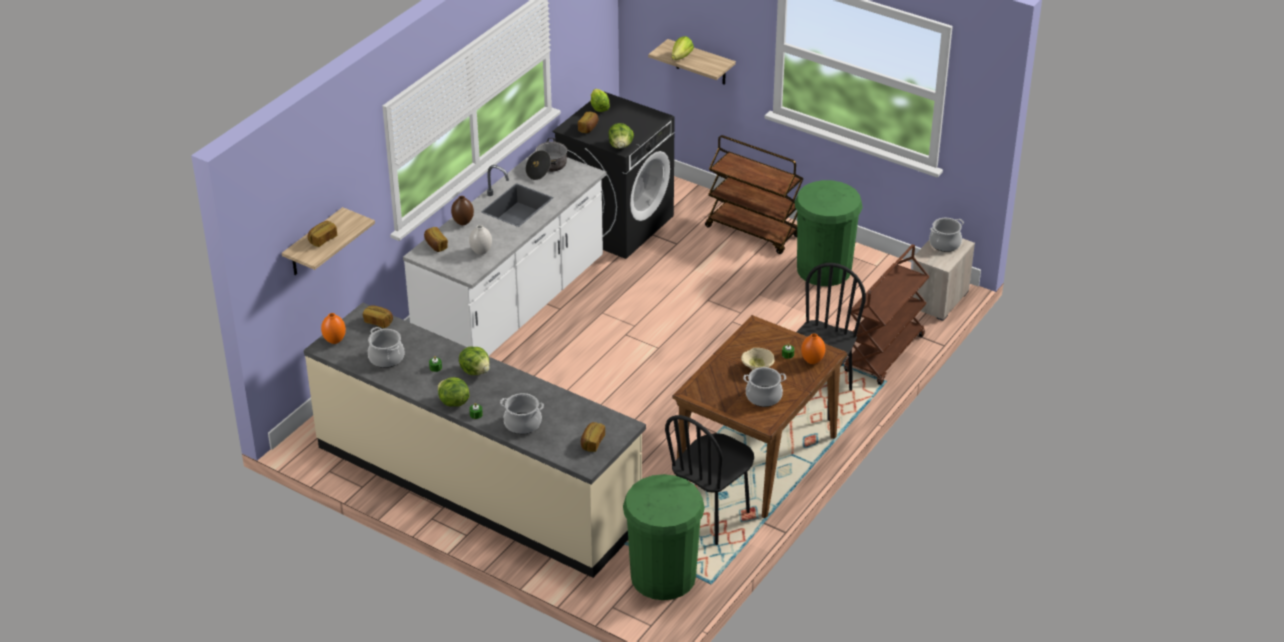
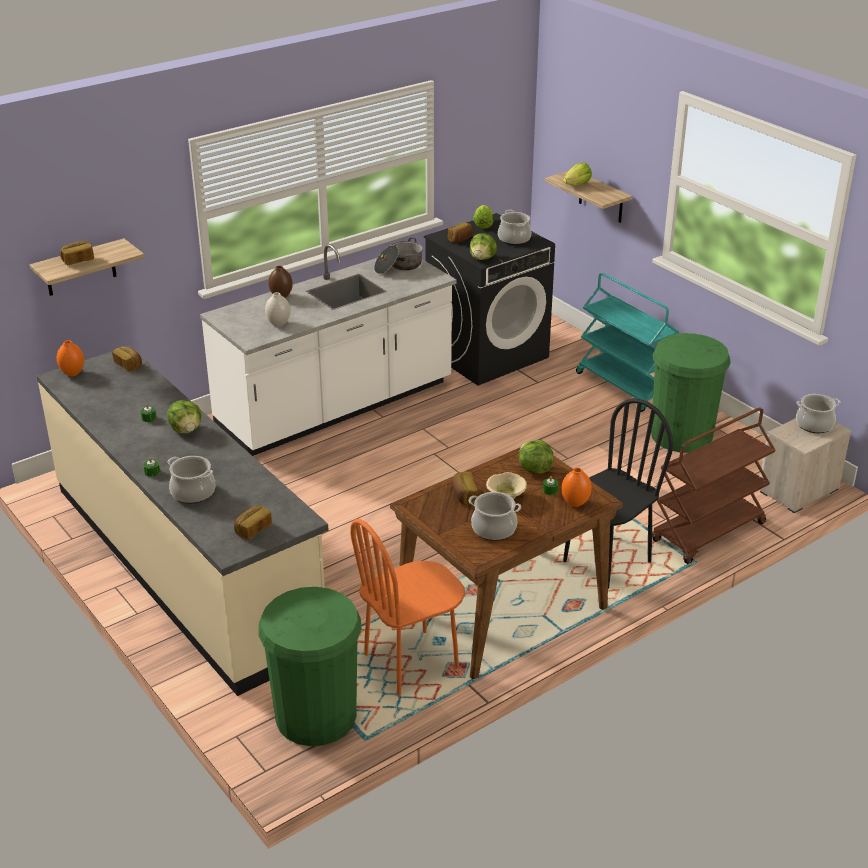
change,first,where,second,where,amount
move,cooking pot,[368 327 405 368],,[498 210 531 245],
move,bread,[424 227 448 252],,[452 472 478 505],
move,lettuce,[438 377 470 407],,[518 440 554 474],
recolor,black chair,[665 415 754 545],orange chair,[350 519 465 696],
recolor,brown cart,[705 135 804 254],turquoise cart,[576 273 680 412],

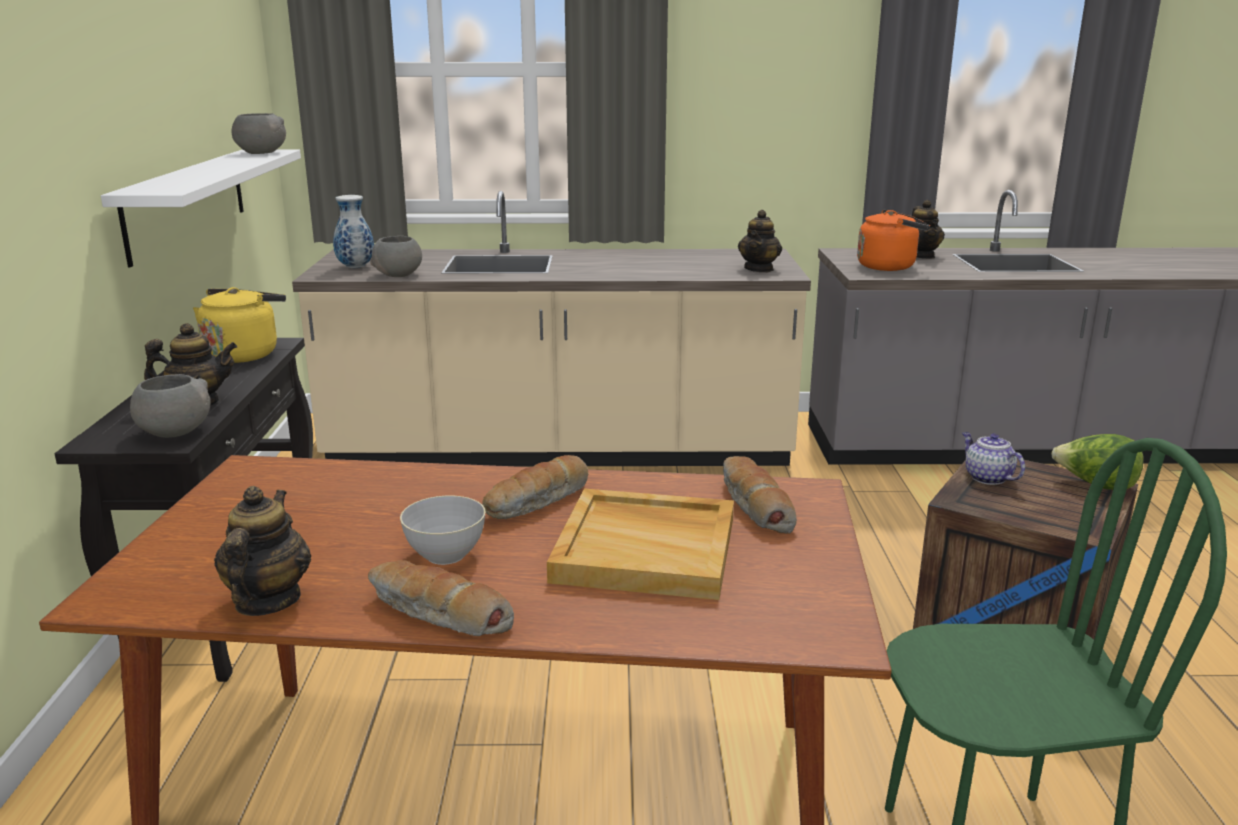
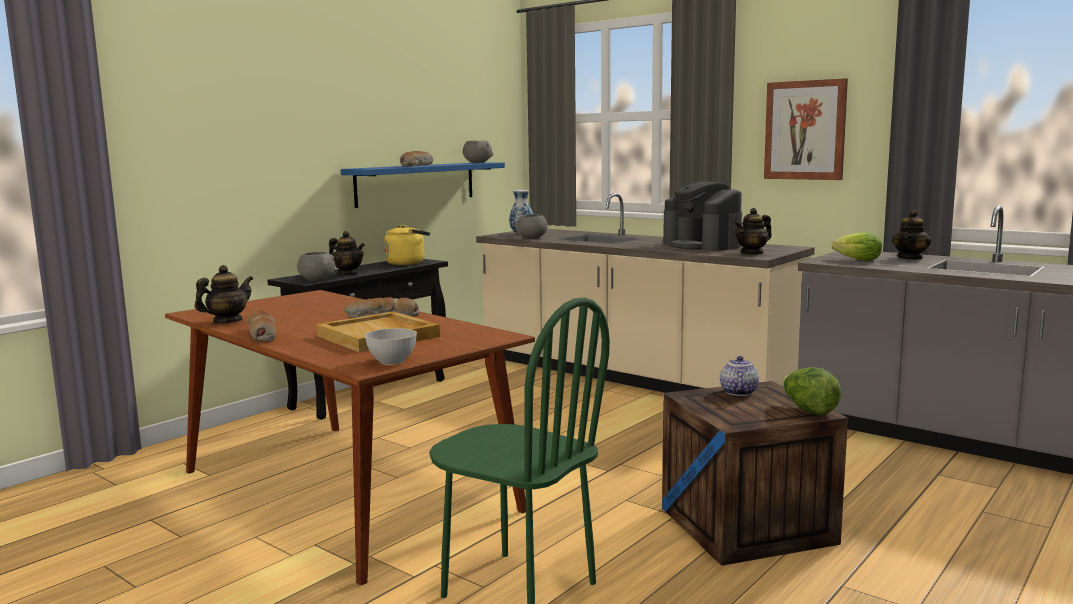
change,first,where,second,where,amount
insert,,,coffee machine,[663 181 742 251],
insert,,,picture,[764 78 848 180],
move,grey bowl,[400 496 486 565],,[365 328 417 365],
move,bread,[723 456 797 534],,[400 151 433 167],
replace,orange kettle,[857 210 930 271],lettuce,[832 233 882 261],
recolor,white shelf,[101 149 301 268],blue shelf,[341 162 505 208],

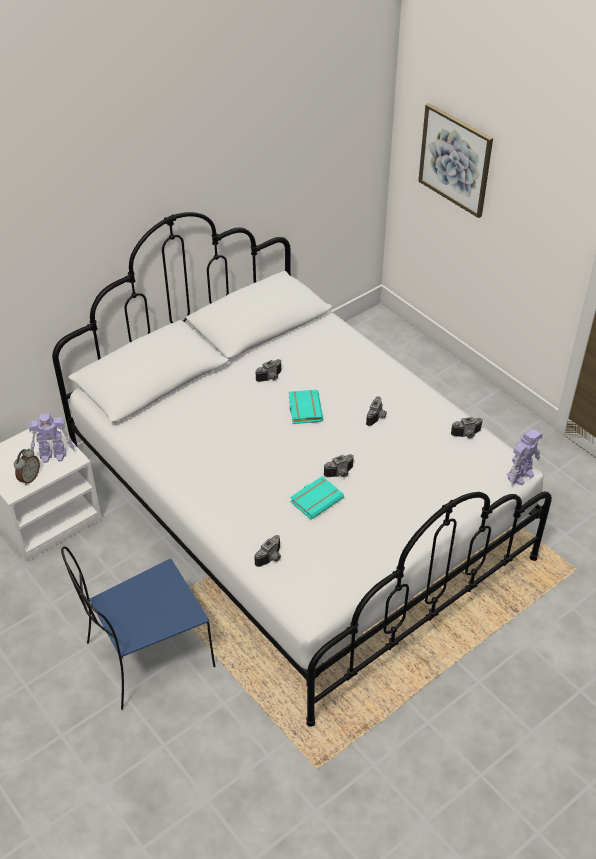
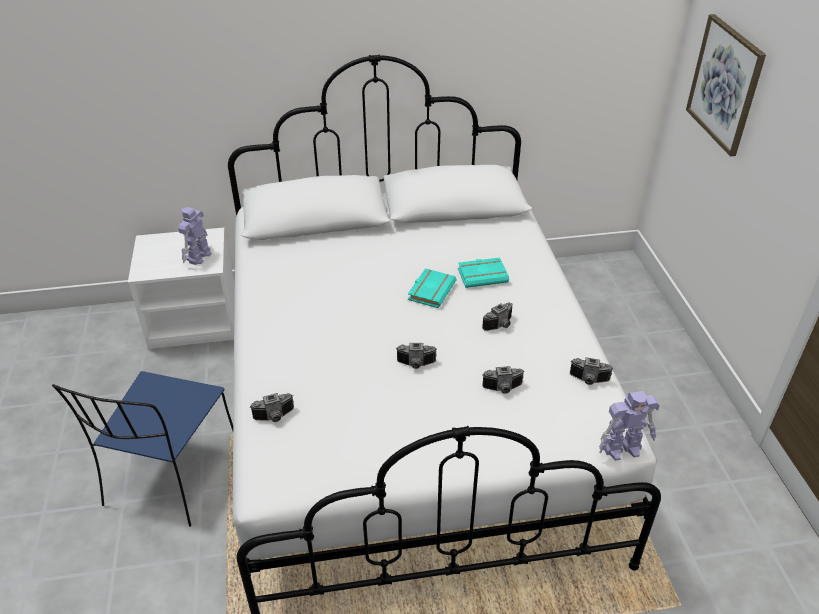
change,first,where,second,where,amount
delete,alarm clock,[14 449 40 485],,,
move,photo camera,[256 359 282 382],,[482 366 524 394],
move,turquoise book,[290 476 344 519],,[458 258 509 288],
rotate,toy robot,[29 414 74 463],,[178 207 211 265],90 degrees clockwise
rotate,blue chair,[61 546 215 710],,[52 371 233 527],75 degrees counterclockwise

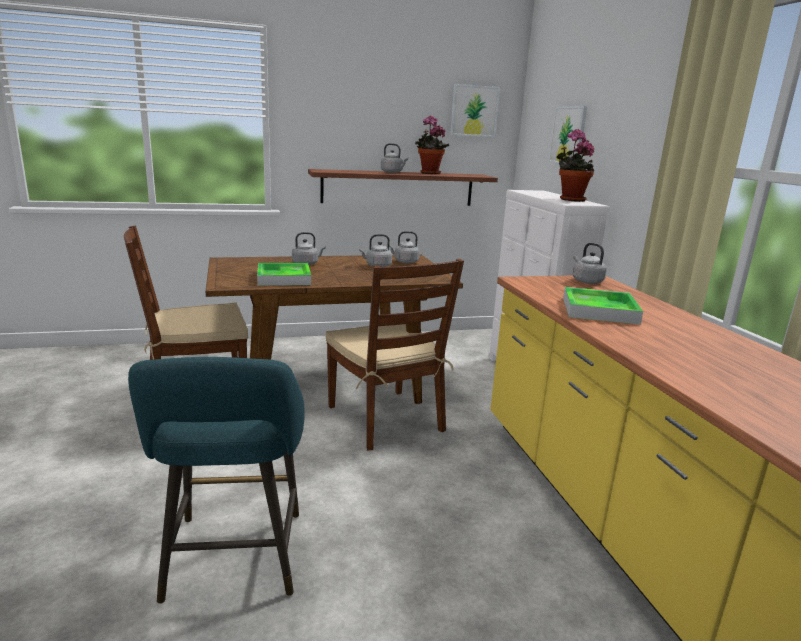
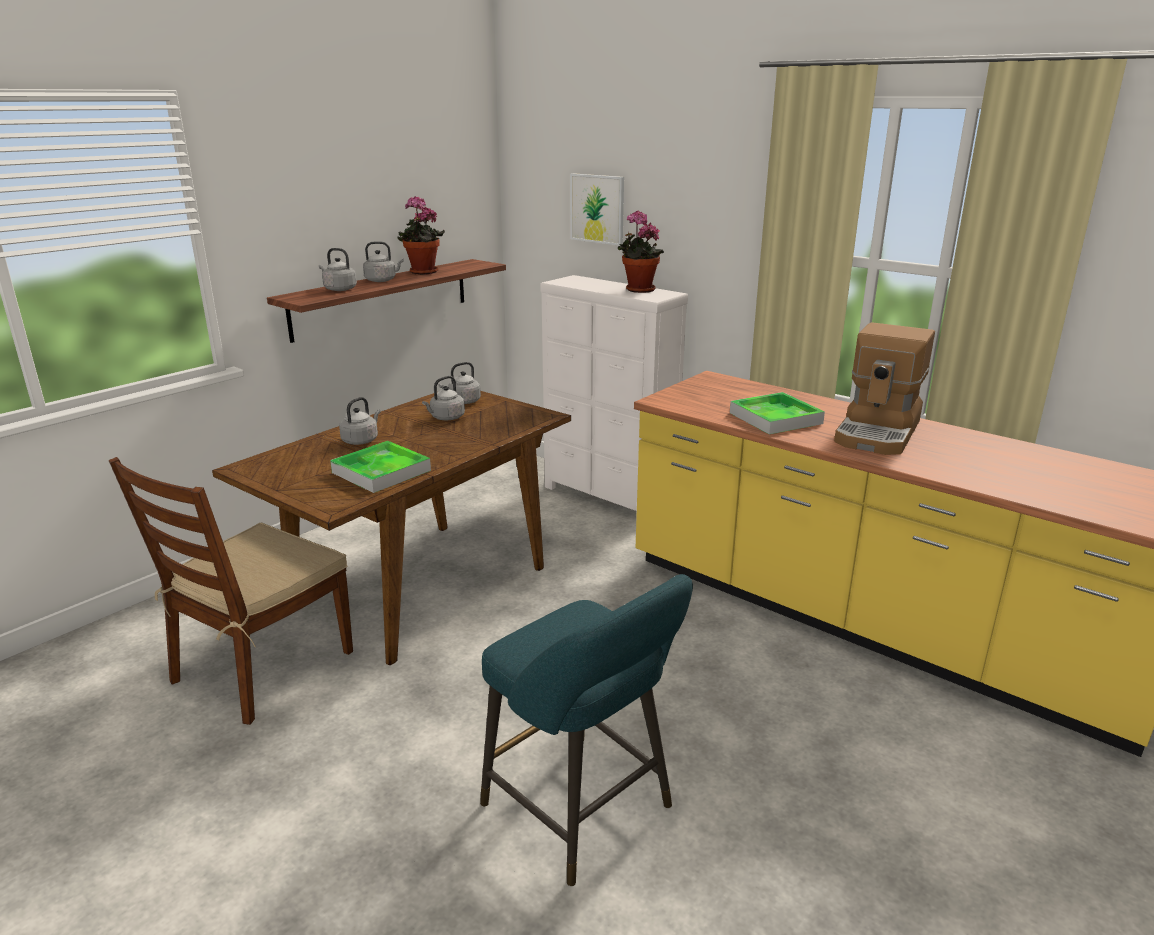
change,first,where,second,where,amount
delete,brown chair,[326 259 464 450],,,
delete,picture,[450 84 500 137],,,
insert,,,coffee machine,[834 322 935 455],
move,grey kettle,[573 243 607 284],,[319 248 357 291],

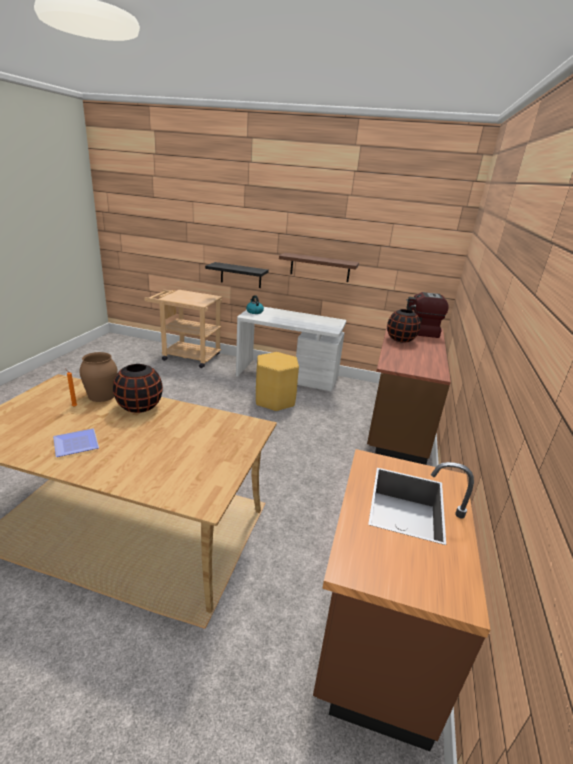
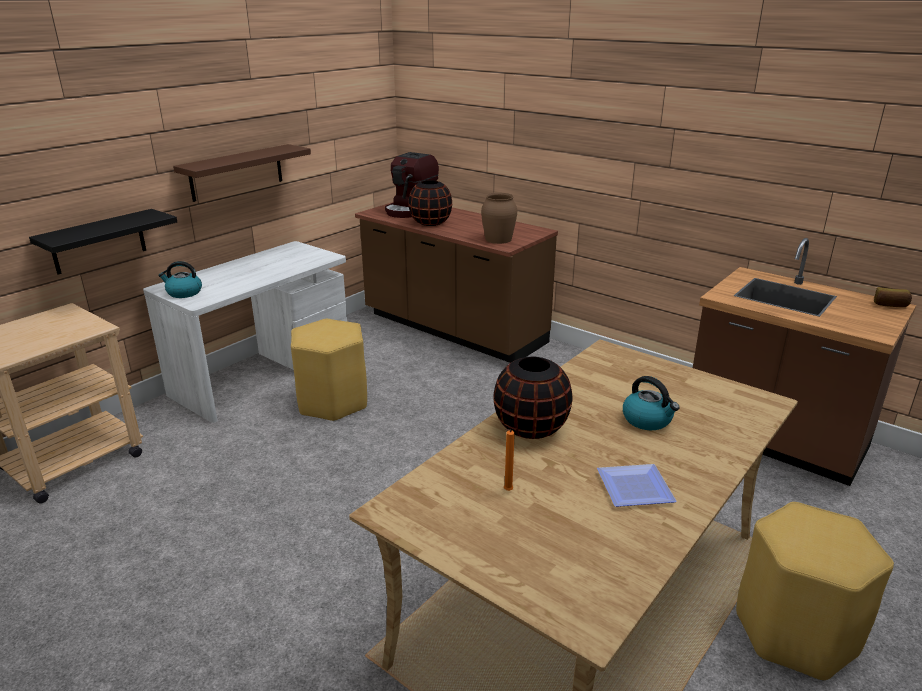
change,first,where,second,where,amount
insert,,,kettle,[623 376 679 430],
insert,,,yellow stool,[736 502 894 681],
insert,,,bread,[874 287 912 307],
move,brown vase,[79 352 118 402],,[481 193 517 244],

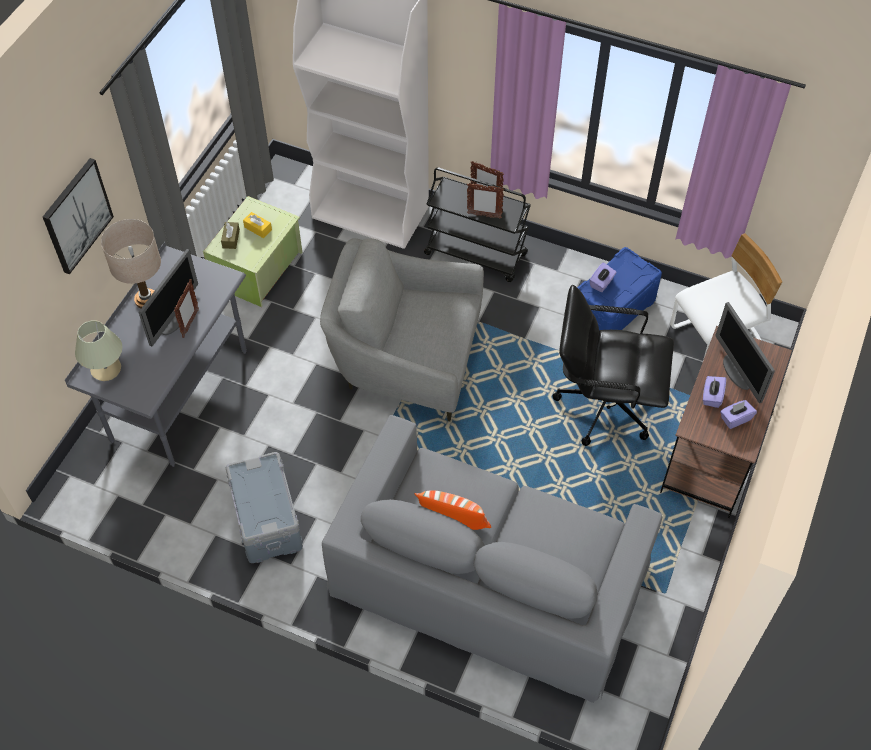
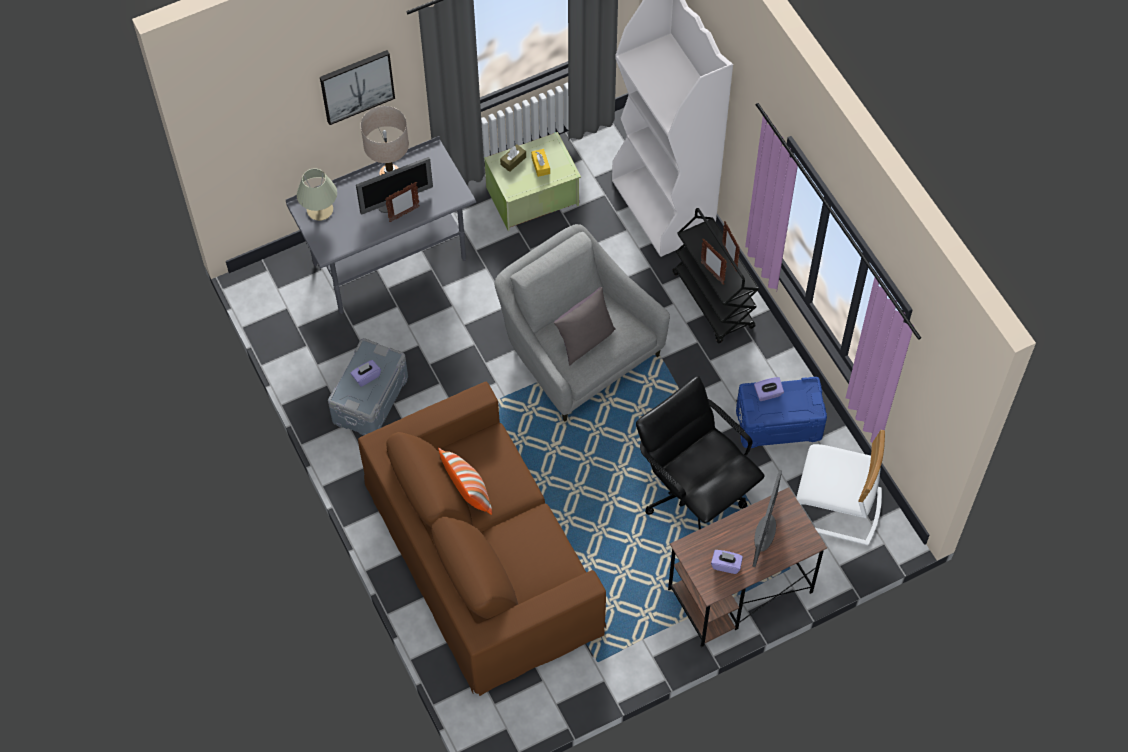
change,first,where,second,where,amount
insert,,,grey pillow,[554 287 616 365],
move,purple tissue box,[703 376 726 408],,[351 360 381 387],
recolor,grey sofa,[322 415 662 703],brown sofa,[358 382 606 696],

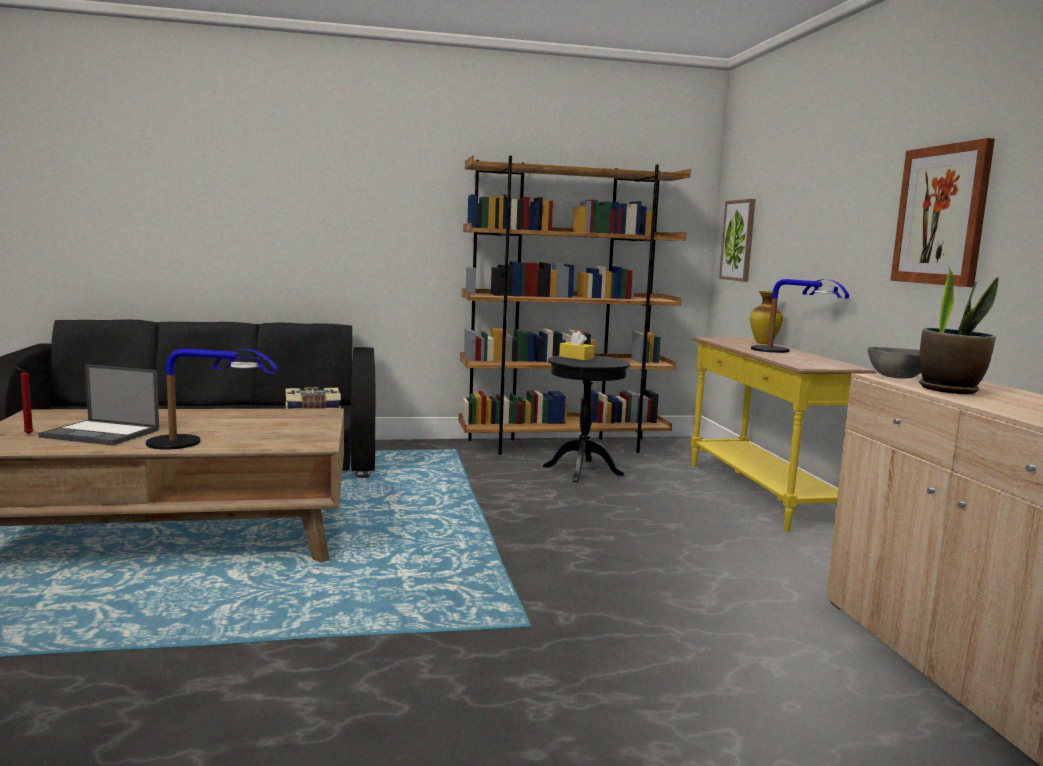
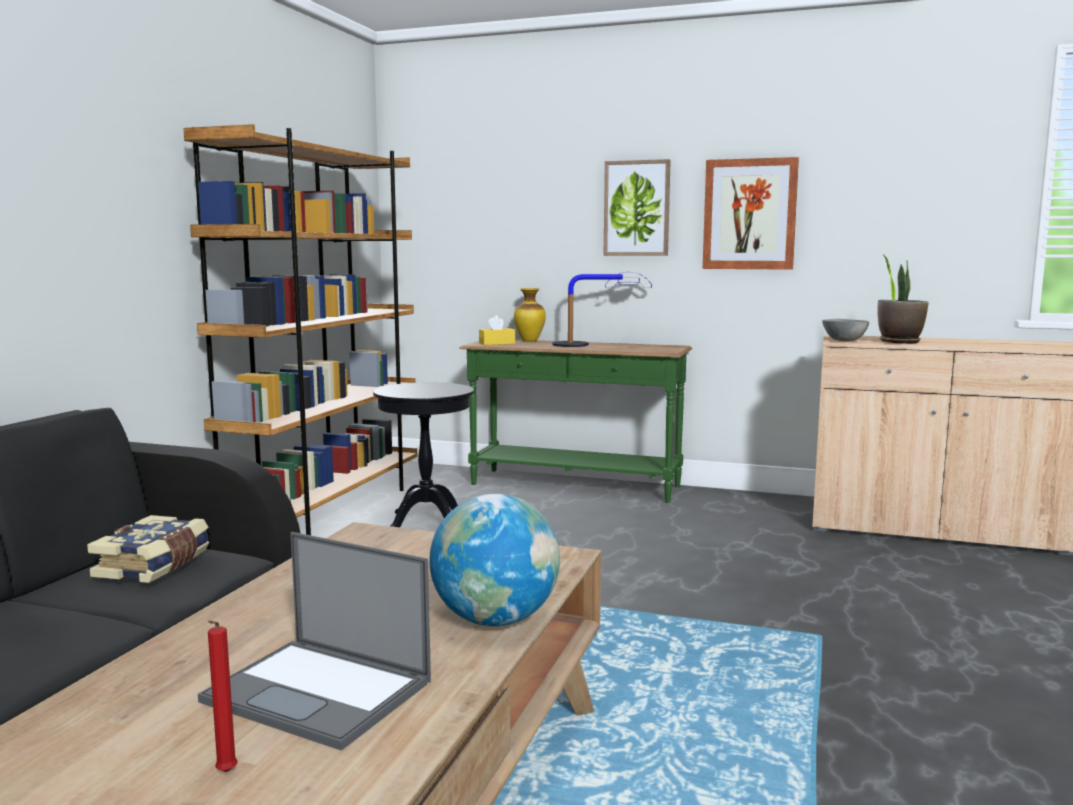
change,first,where,second,where,amount
move,yellow tissue box,[559 331 594 360],,[479 315 515 345],
move,picture,[719 199 755 282],,[604 159 671 256],
replace,table lamp,[146 349 278 450],globe,[429 494 560 626],
recolor,yellow console table,[691 337 876 532],green console table,[459 340 692 503],
rotate,laptop,[38 364 159 445],,[198 532 431 751],75 degrees clockwise

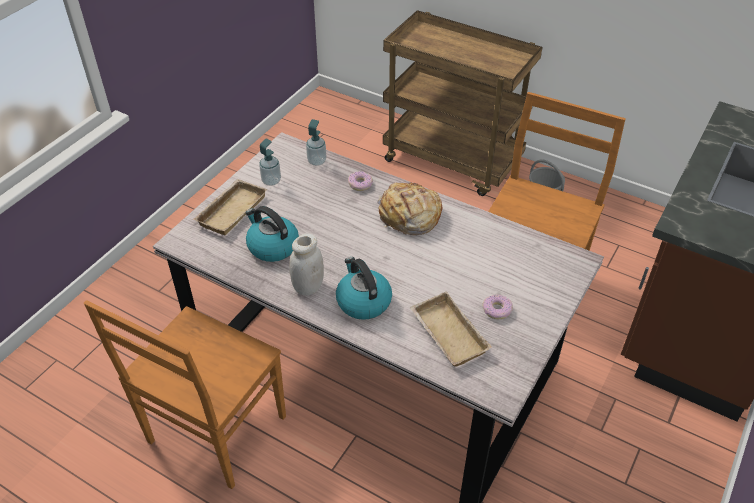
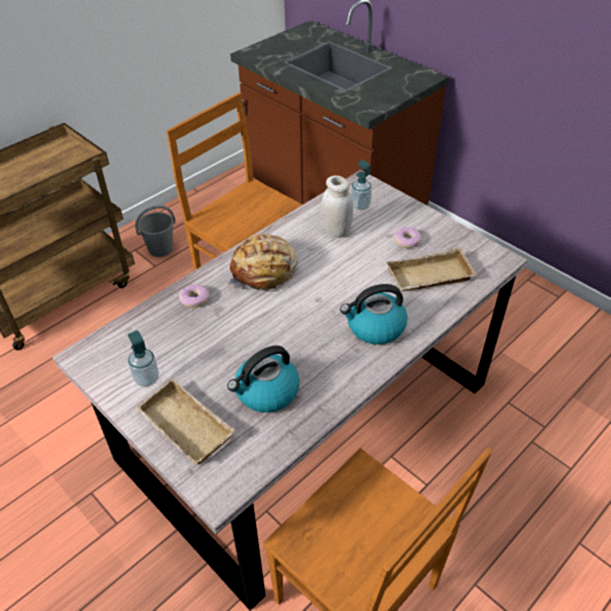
change,first,where,second,where,amount
move,white jar,[289 233 324 295],,[321 175 353 238],
move,soap dispenser,[306 119 326 166],,[351 160 372 210],

